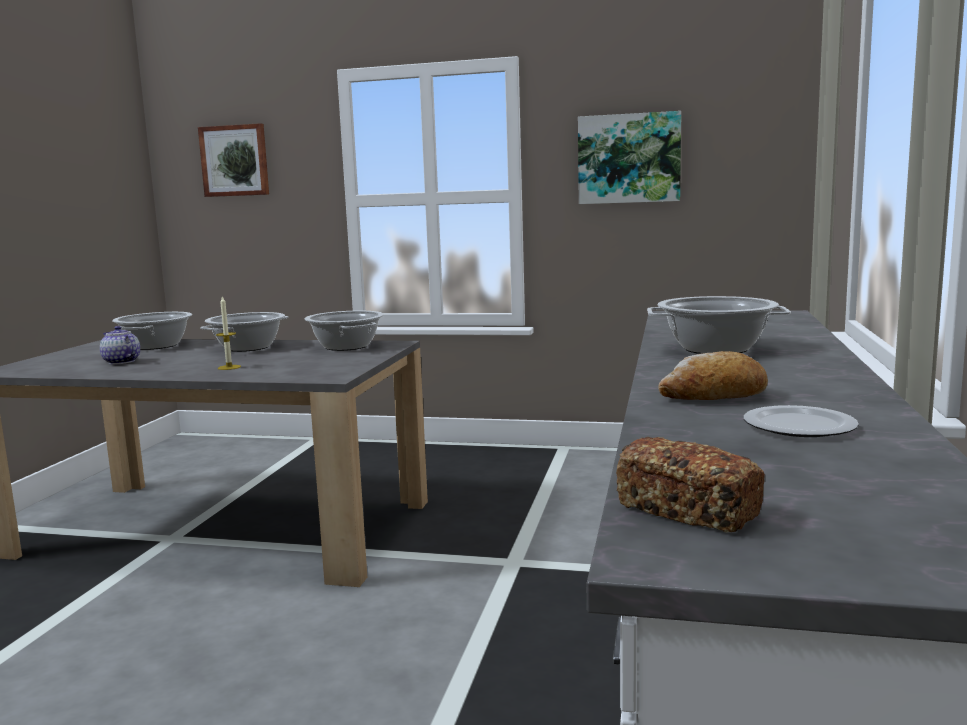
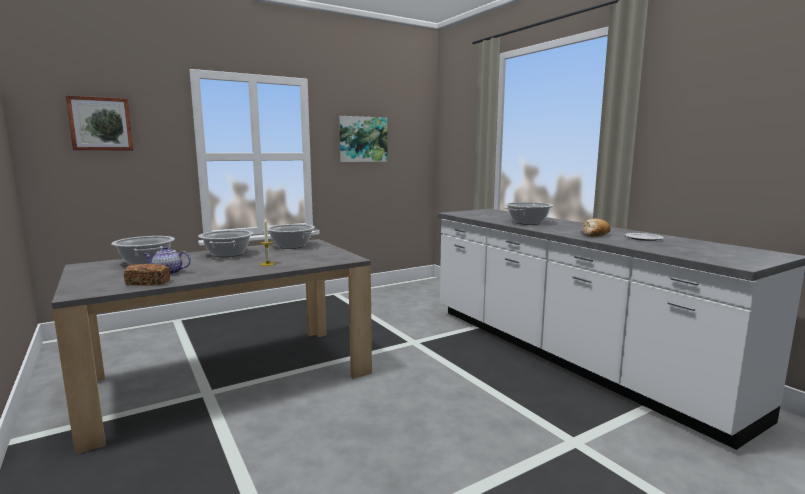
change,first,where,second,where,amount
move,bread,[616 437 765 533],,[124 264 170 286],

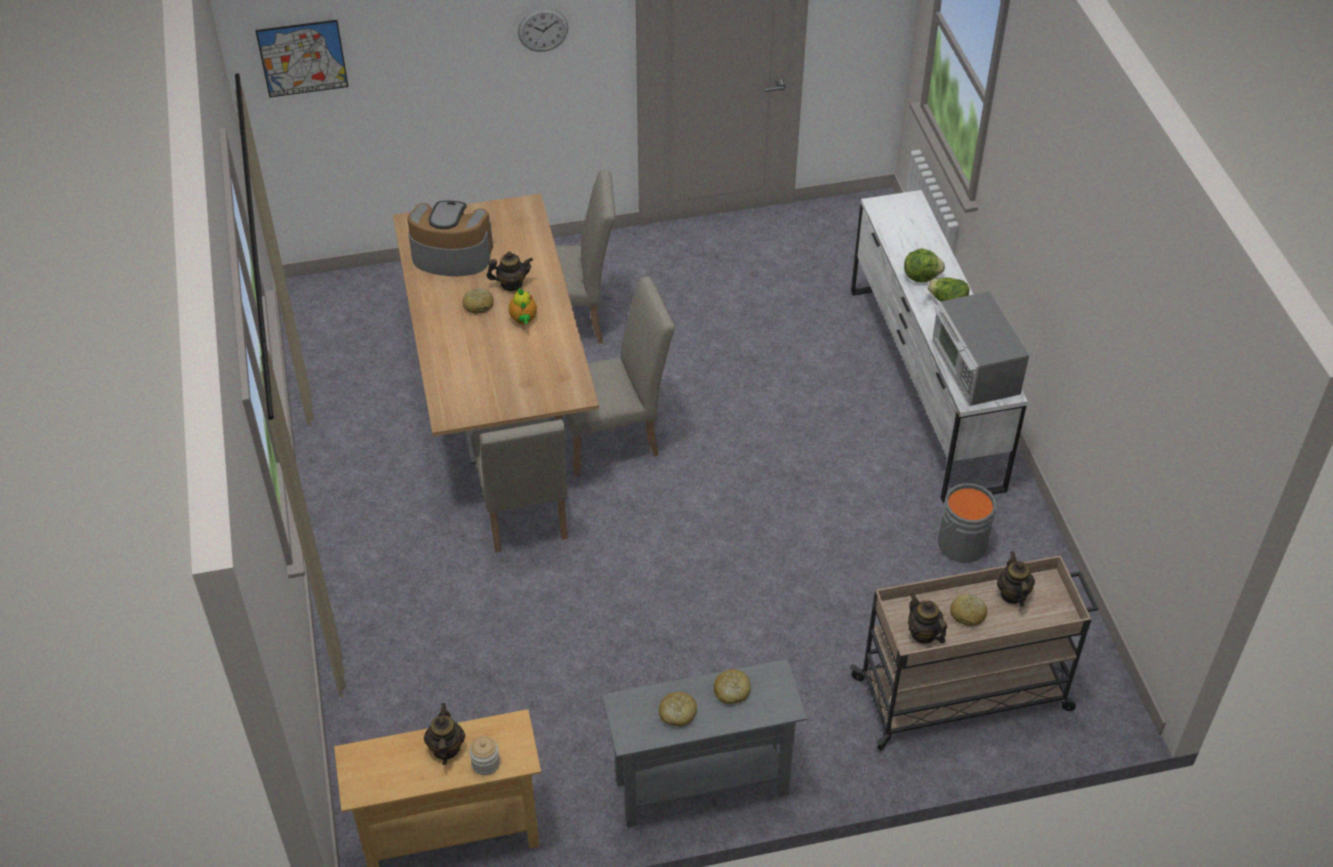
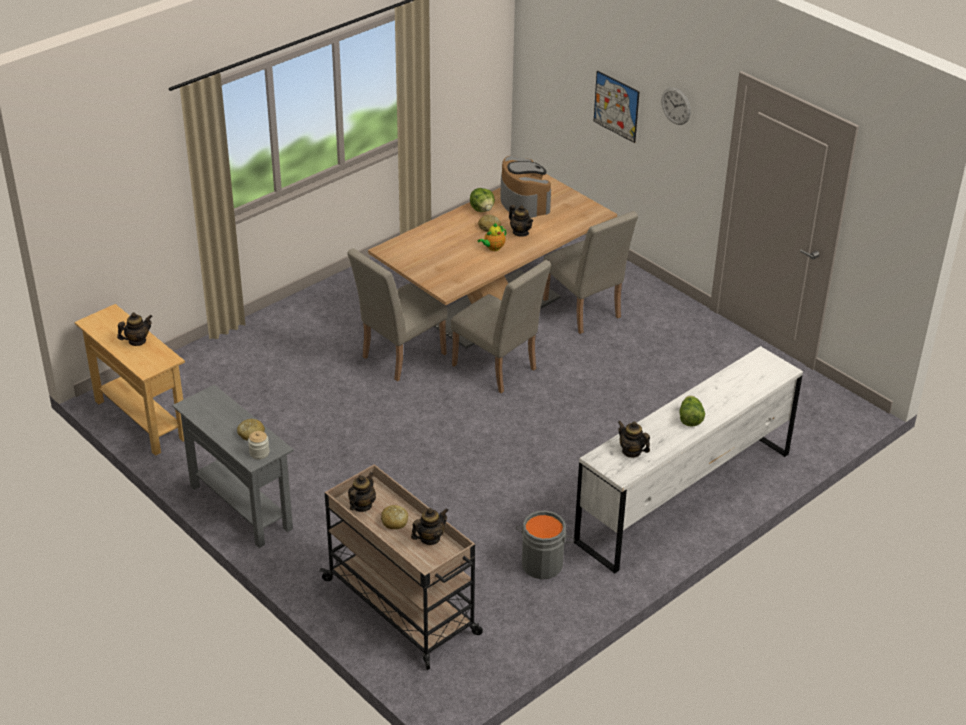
change,first,where,second,where,amount
delete,bread,[659 692 697 727],,,
move,picture,[255 20 349 98],,[594 71 640 143],
move,jar,[469 736 500 775],,[248 431 269 459],
move,lettuce,[904 248 945 282],,[470 188 495 212],
replace,microwave,[932 291 1029 406],teapot,[618 421 650 458],

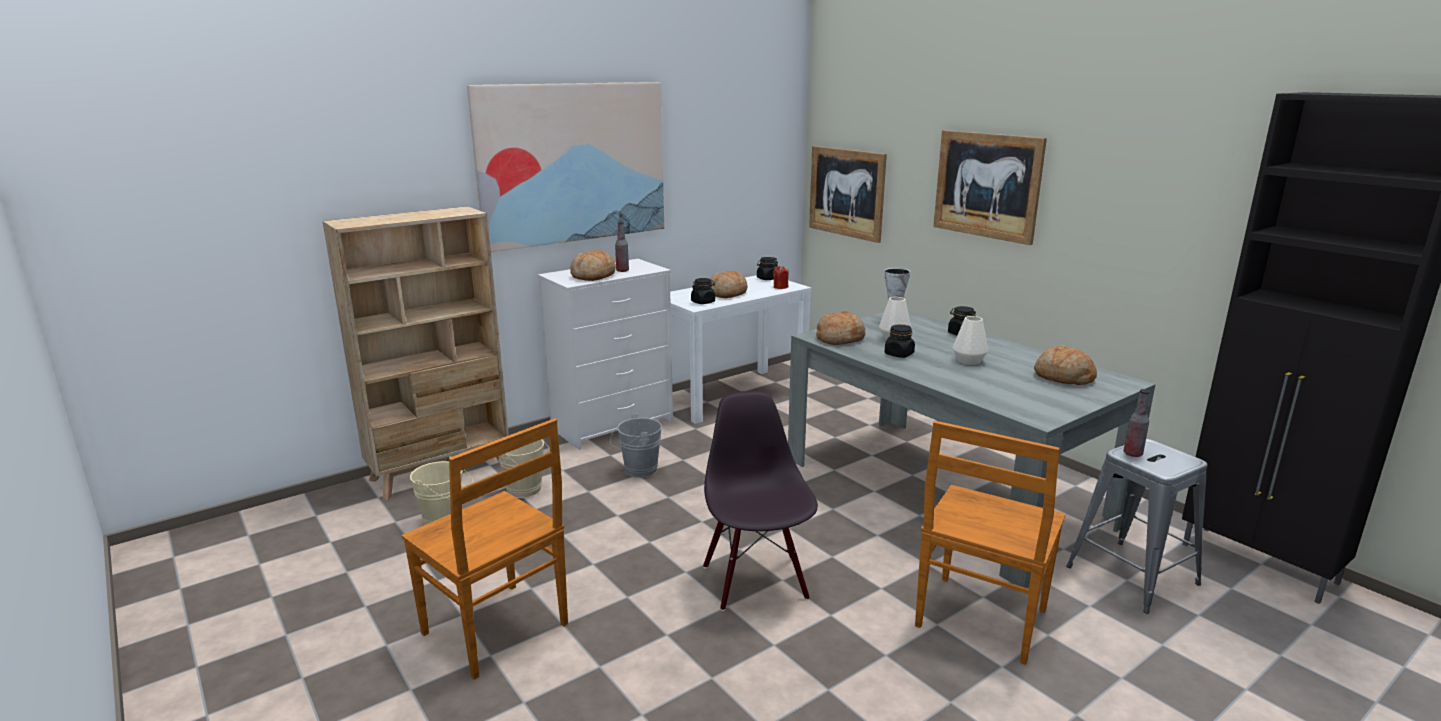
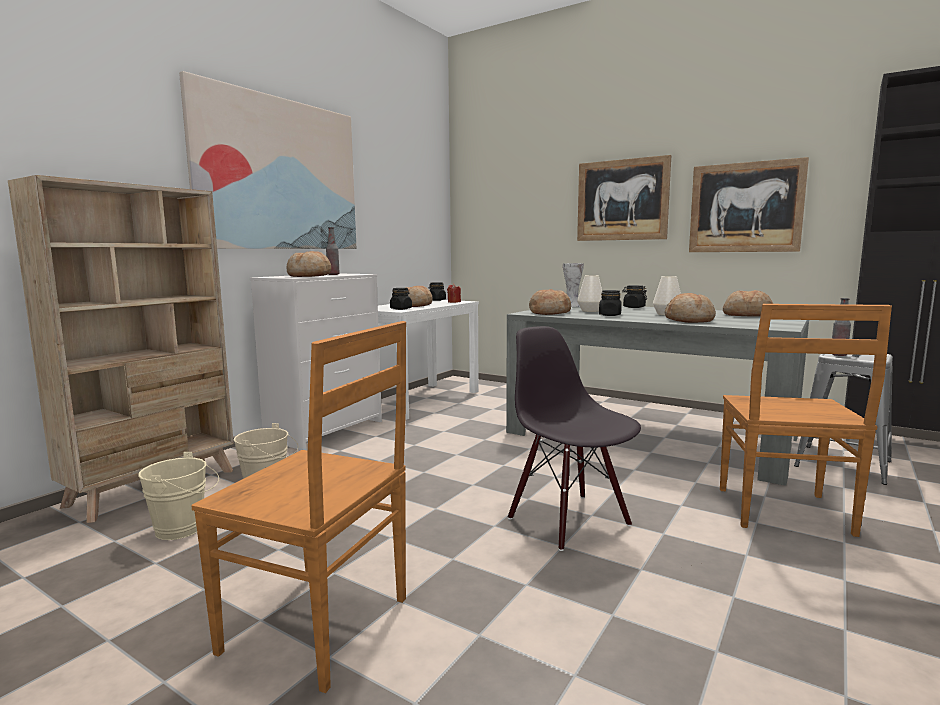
change,first,where,second,where,amount
delete,grey bucket,[610 413 662 478],,,
insert,,,bread,[665 293 716 323],
move,picture,[809 146 887 243],,[689 157 809 252],

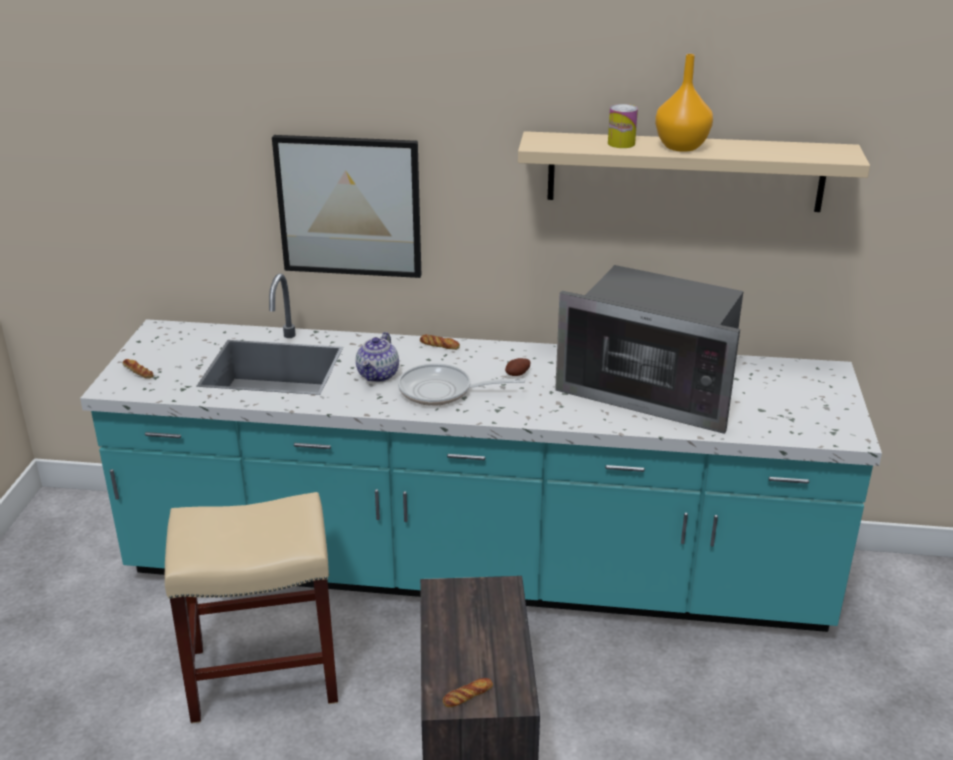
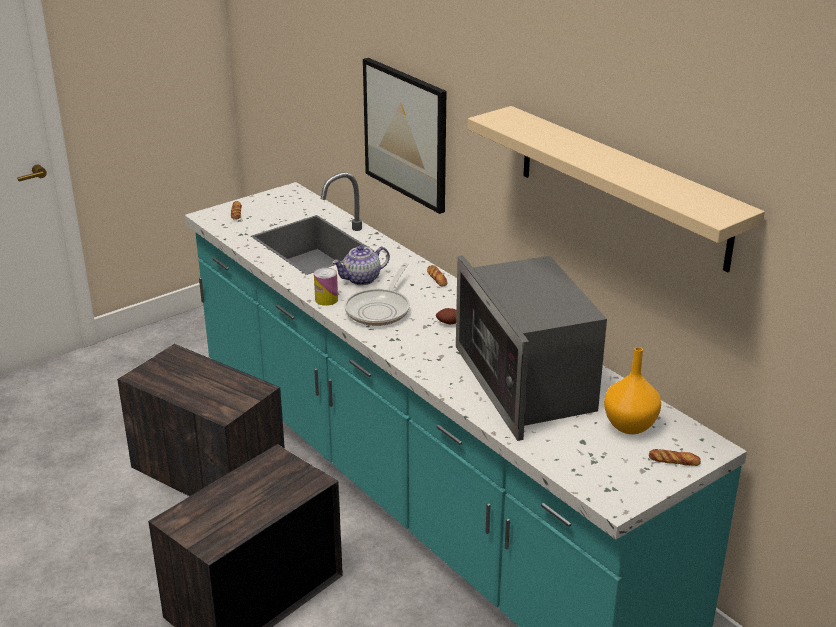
change,first,where,second,where,amount
move,bread,[443 678 493 707],,[649 449 701 466],
move,can,[608 104 638 148],,[314 267 338 306],
move,orange vase,[655 54 713 152],,[604 347 661 434],
replace,beige stool,[165 492 338 724],crate,[117 344 285 496],
rotate,frying pan,[398 364 525 406],,[344 263 410 326],120 degrees counterclockwise

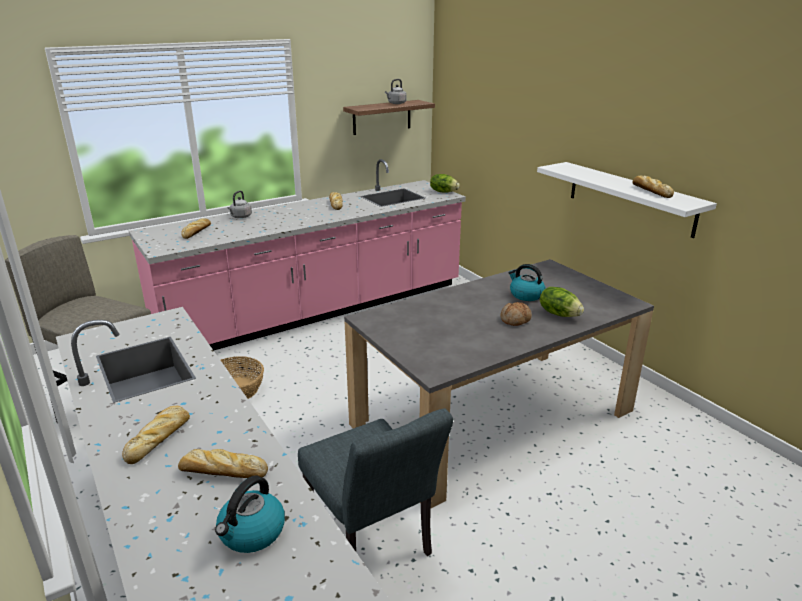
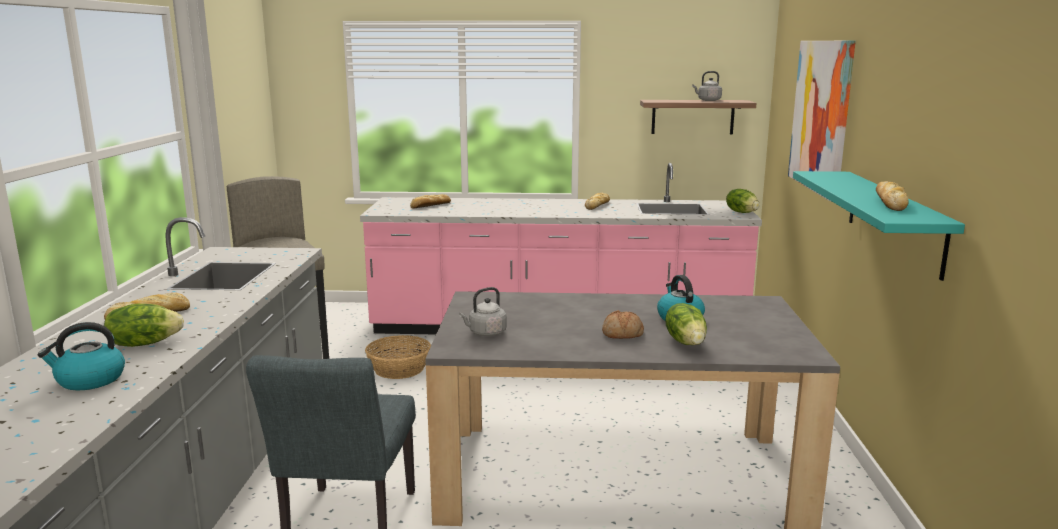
change,first,where,second,where,amount
insert,,,picture,[788 41 856 202],
move,grey kettle,[228 191 252 218],,[459 287 507 336],
replace,bread,[178 449 268 478],lettuce,[104 304 184 347],
recolor,white shelf,[537 162 717 238],turquoise shelf,[793 171 965 281],

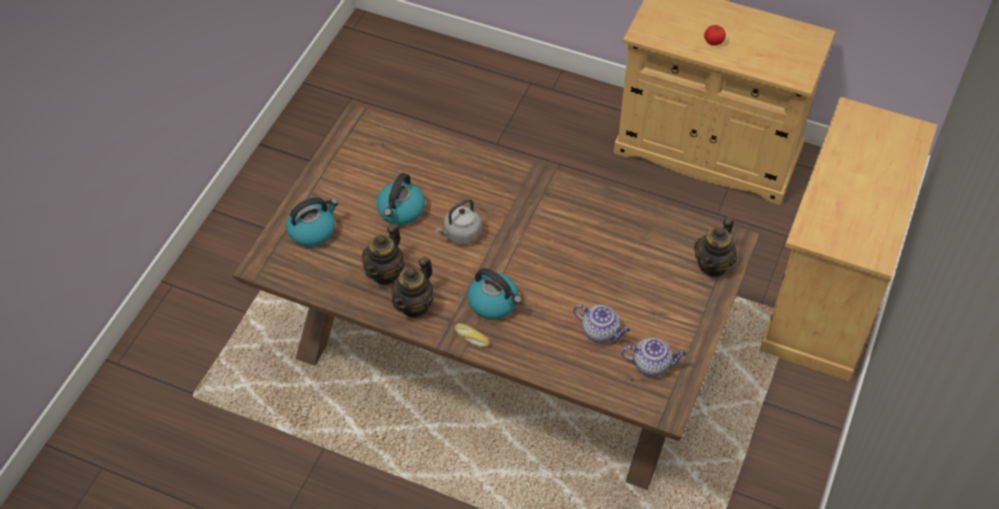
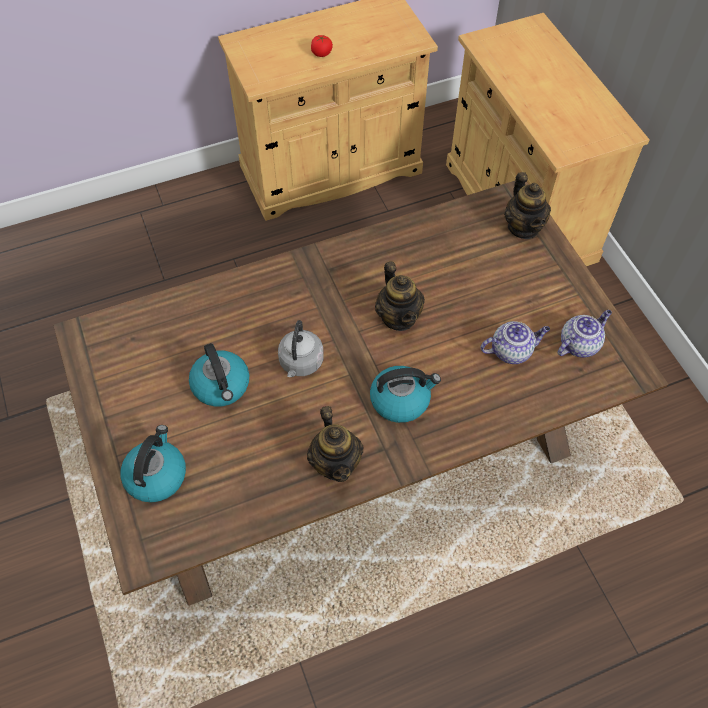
change,first,where,second,where,amount
delete,bread,[455 323 489 347],,,
move,teapot,[362 224 405 285],,[375 262 425 331],

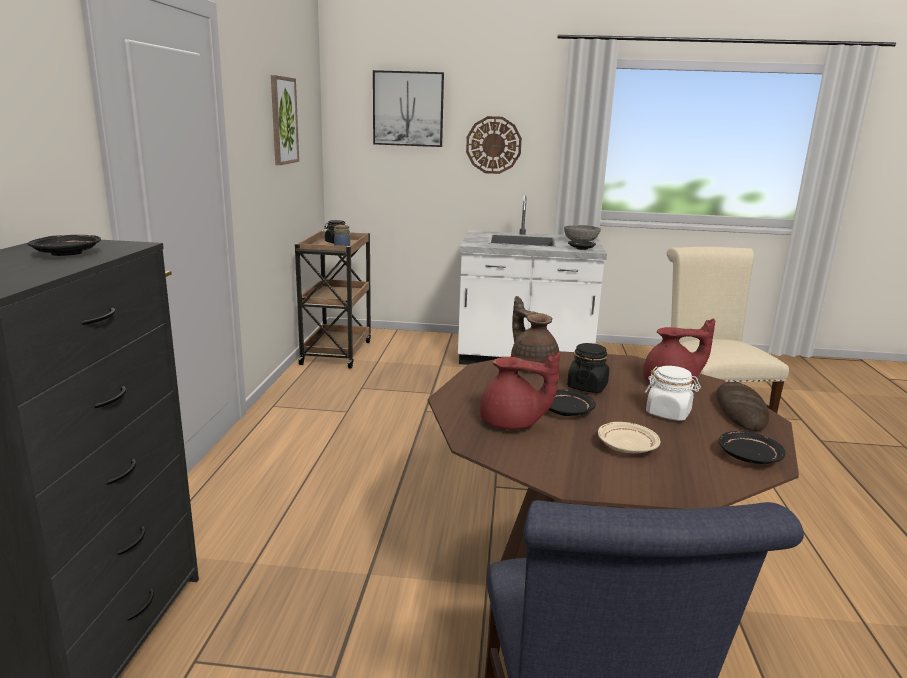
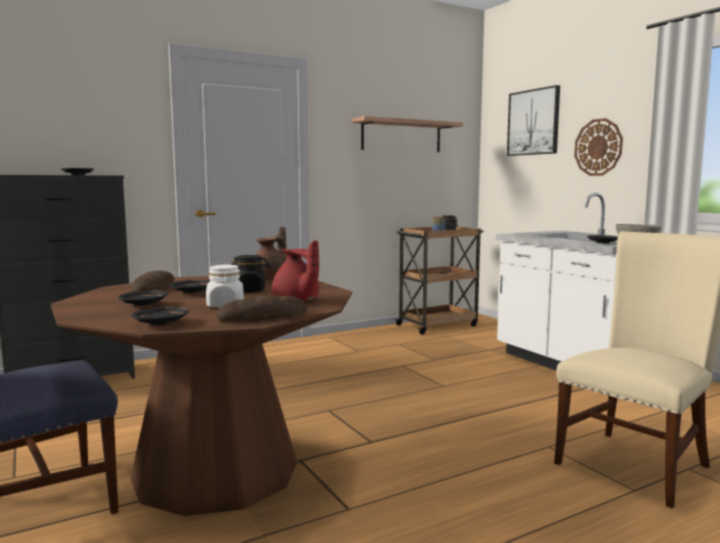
change,first,where,second,where,amount
replace,picture,[271 75 299 165],shelf,[351 116 463 152],
replace,red teapot,[480 353 560 430],bread,[131 270 175 292],
recolor,beige plate,[598 422 660 453],black plate,[118 290 168 306],

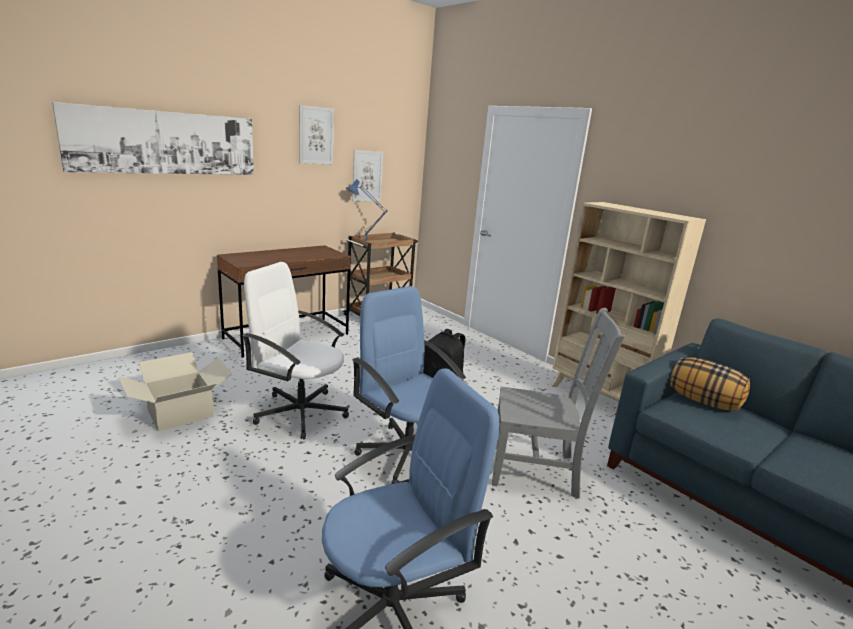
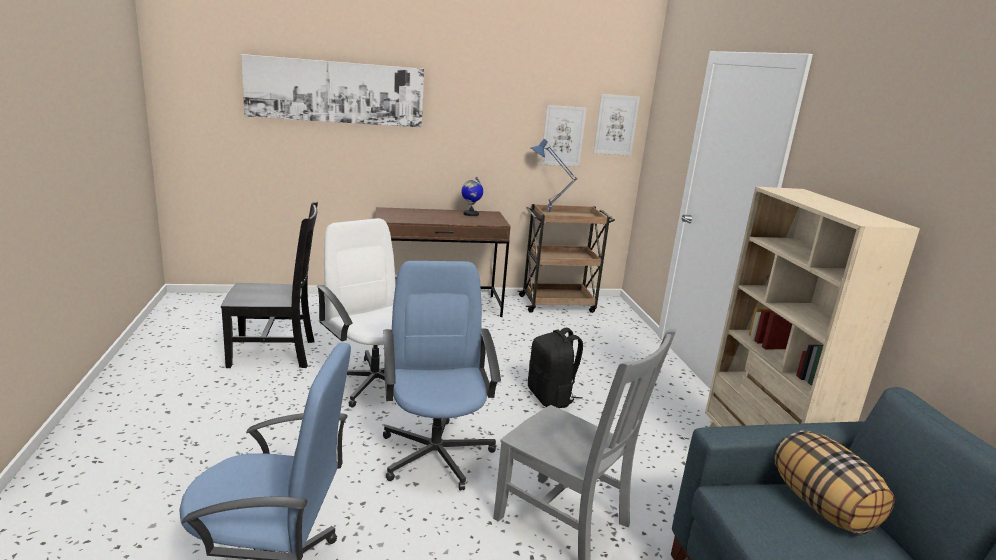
change,first,where,second,where,amount
insert,,,globe,[461 177 483 216],
move,picture,[299 105 334 164],,[593 94 640 156],
replace,cardboard box,[119 352 233 431],black chair,[221 201 318 368],

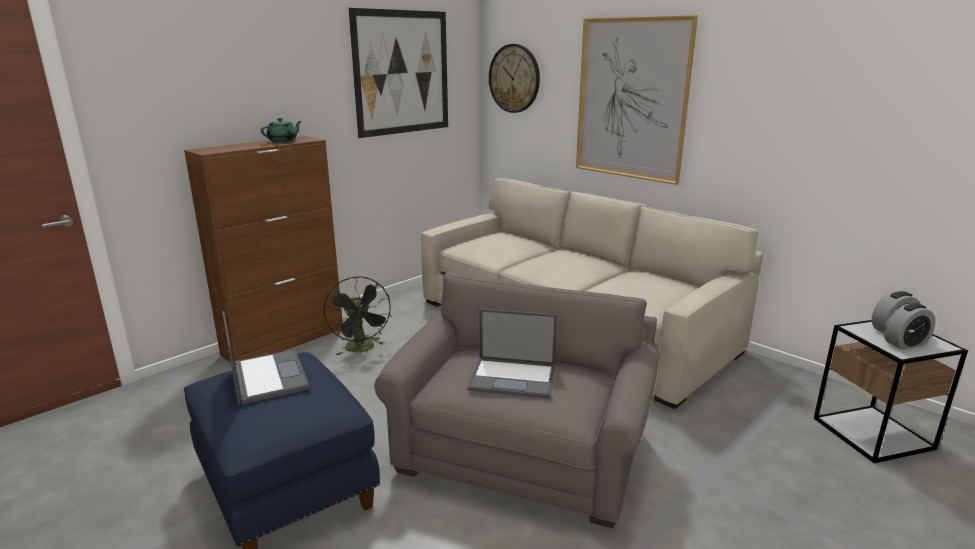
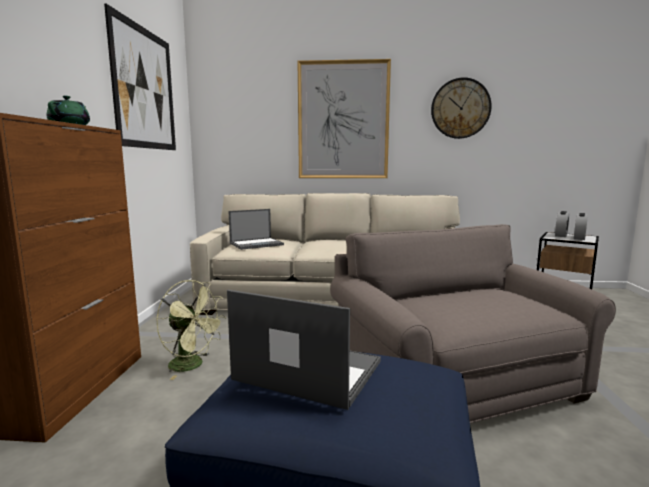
change,first,where,second,where,amount
move,laptop,[467 309 558 399],,[228 209 284 250],
move,wall clock,[489 44 540 113],,[431 77 492 139],
recolor,black fan,[324 276 391 355],green fan,[156 280 226 380],

